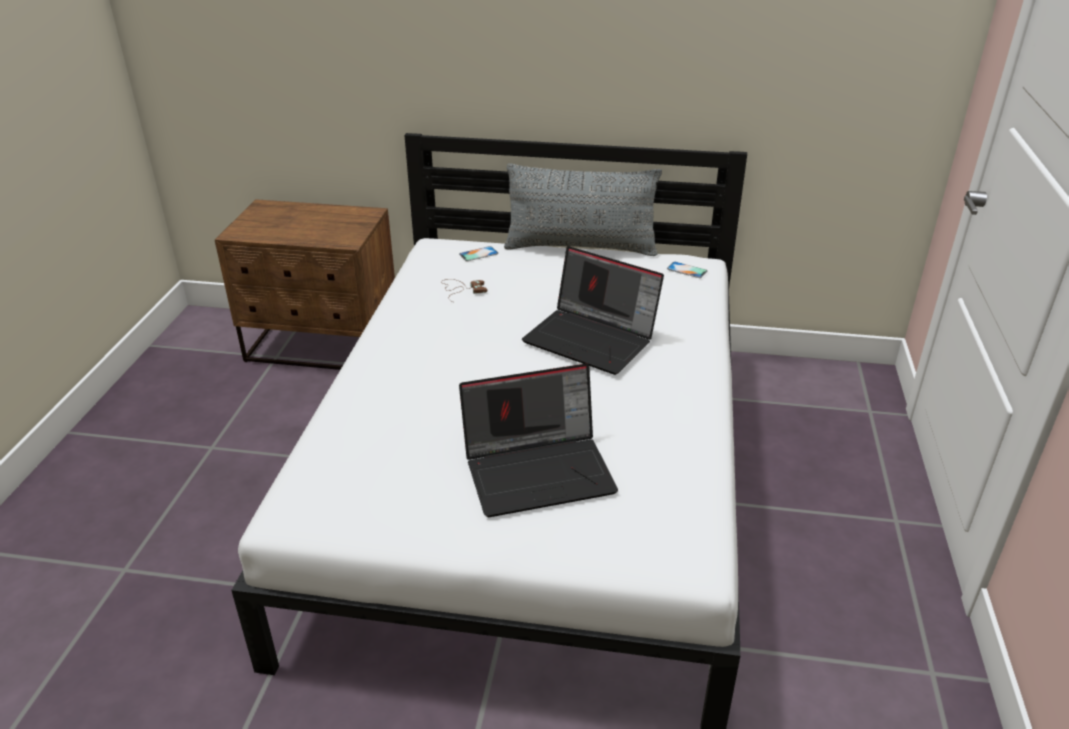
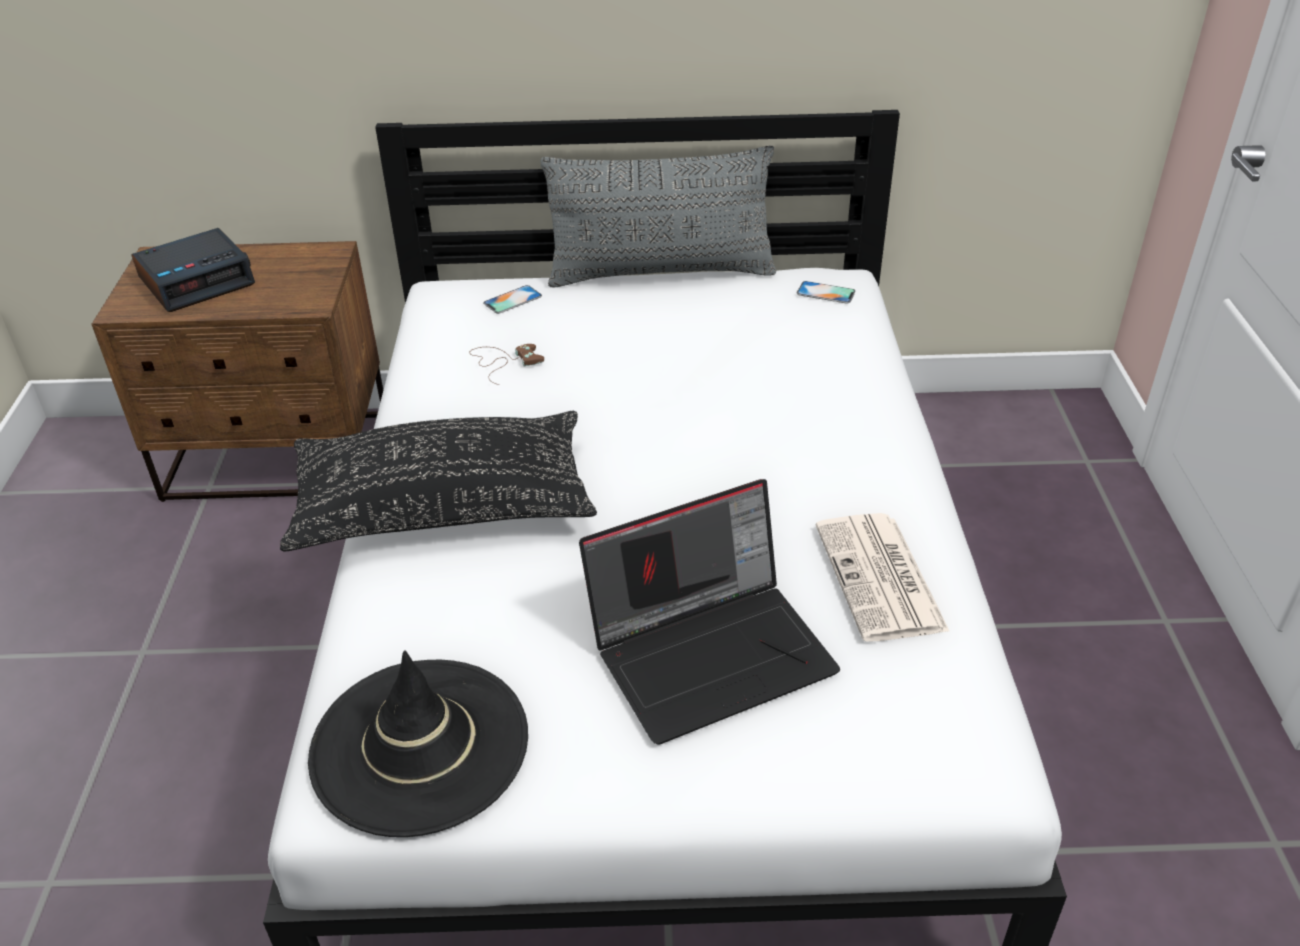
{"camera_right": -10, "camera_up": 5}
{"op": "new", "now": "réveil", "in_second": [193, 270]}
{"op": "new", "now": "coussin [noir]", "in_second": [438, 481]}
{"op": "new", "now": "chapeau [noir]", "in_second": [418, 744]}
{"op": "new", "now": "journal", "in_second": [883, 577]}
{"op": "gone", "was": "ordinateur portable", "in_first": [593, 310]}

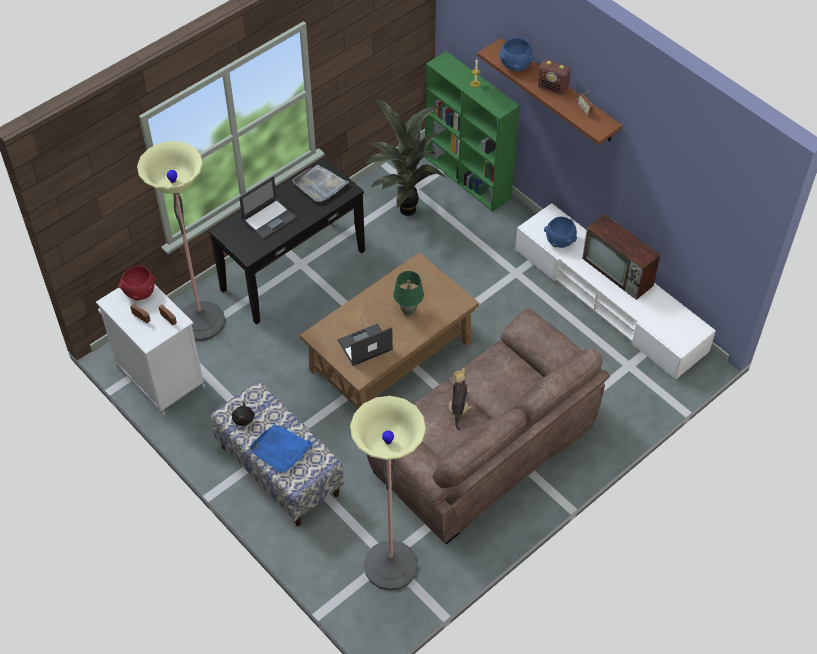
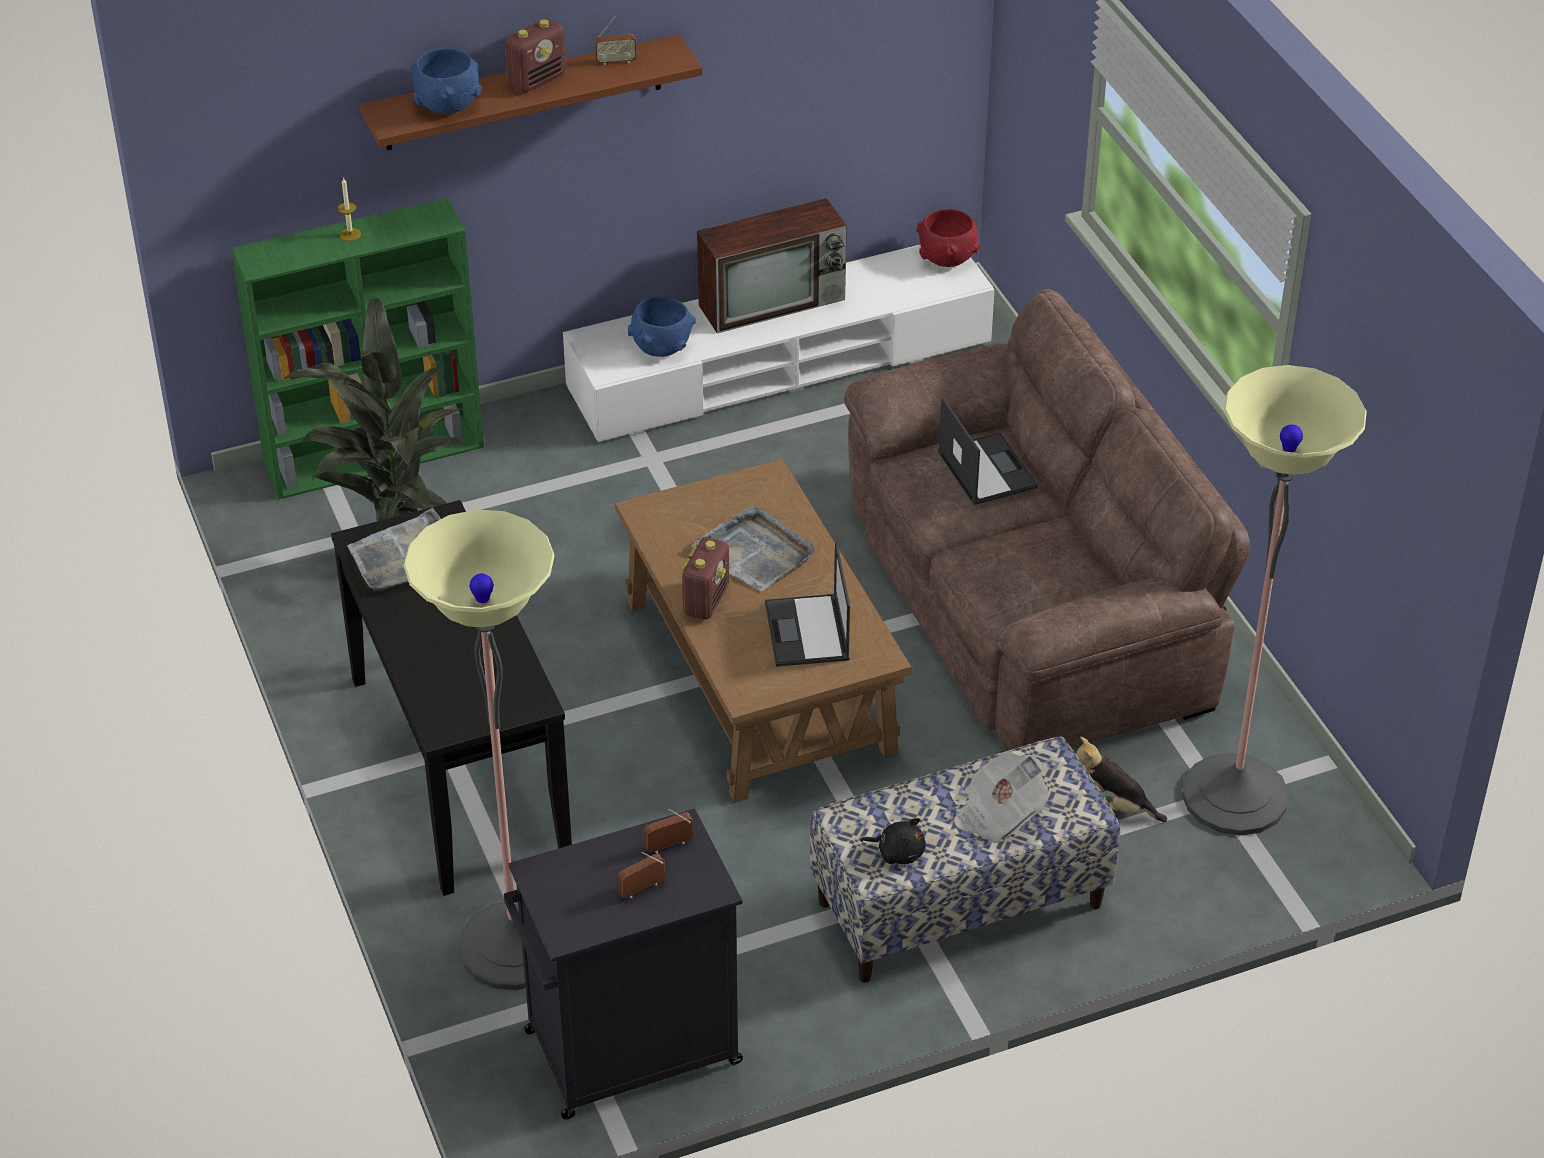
{"camera_right": -70, "camera_up": -10}
{"op": "repainted", "was": "meuble de rangement [blanc]", "now": "meuble de rangement [noir]", "in_first": [151, 350], "in_second": [623, 964]}
{"op": "new", "now": "radio", "in_second": [704, 579]}
{"op": "swapped", "was": "lampe de table [vert]", "now": "plateau [gris]", "in_first": [408, 293], "in_second": [753, 549]}
{"op": "shifted", "was": "bol [rouge]", "in_first": [136, 283], "in_second": [948, 238]}
{"op": "shifted", "was": "ordinateur portable", "in_first": [268, 208], "in_second": [988, 451]}
{"op": "swapped", "was": "plateau [bleu]", "now": "journal", "in_first": [281, 448], "in_second": [1001, 797]}
{"op": "shifted", "was": "peluche", "in_first": [460, 399], "in_second": [1121, 779]}

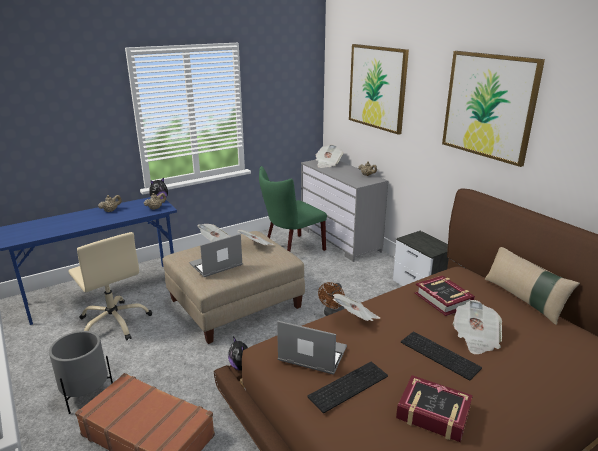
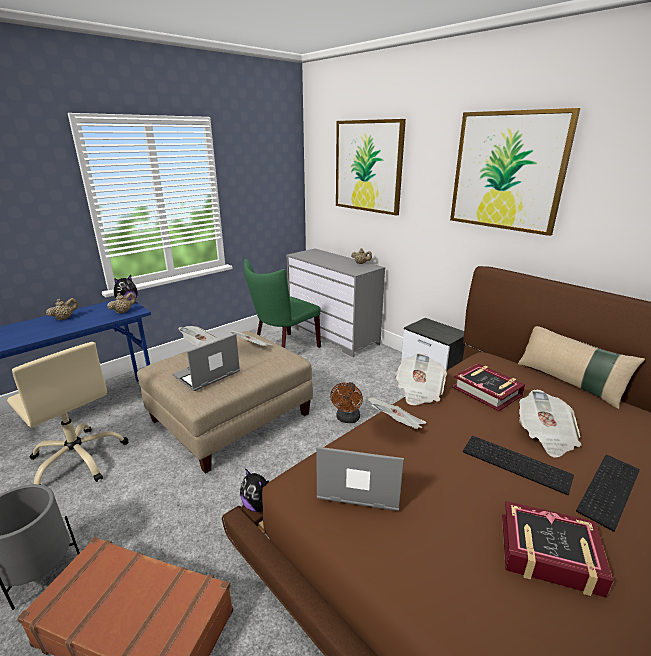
{"camera_right": -10, "camera_up": 0}
{"op": "shifted", "was": "journal", "in_first": [329, 156], "in_second": [421, 379]}
{"op": "shifted", "was": "clavier", "in_first": [347, 387], "in_second": [608, 493]}

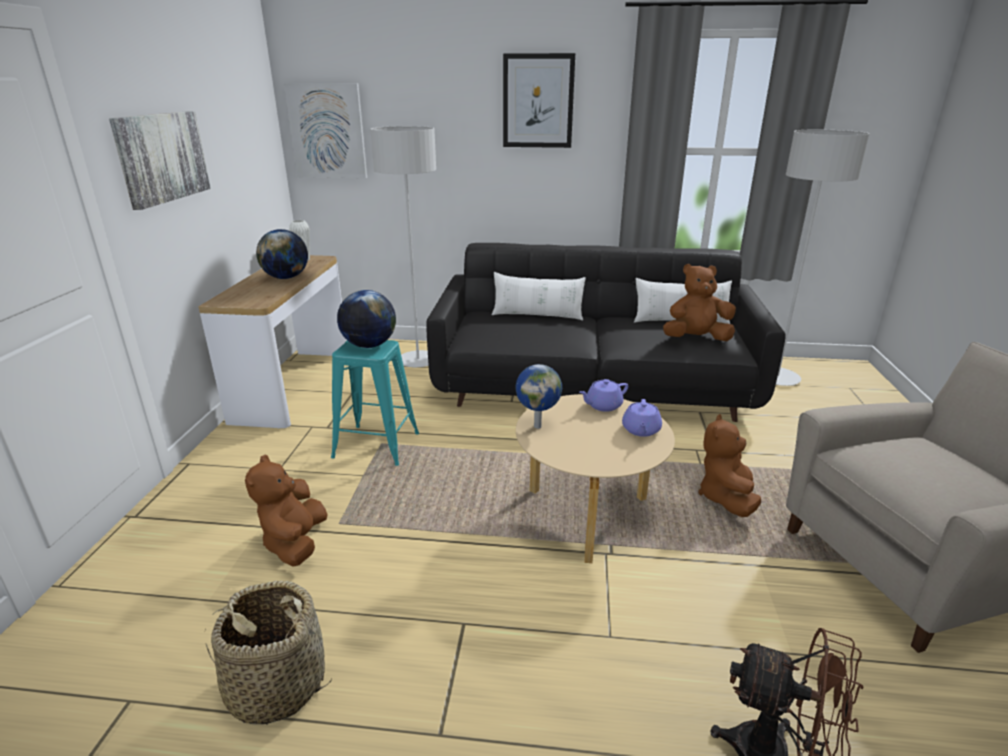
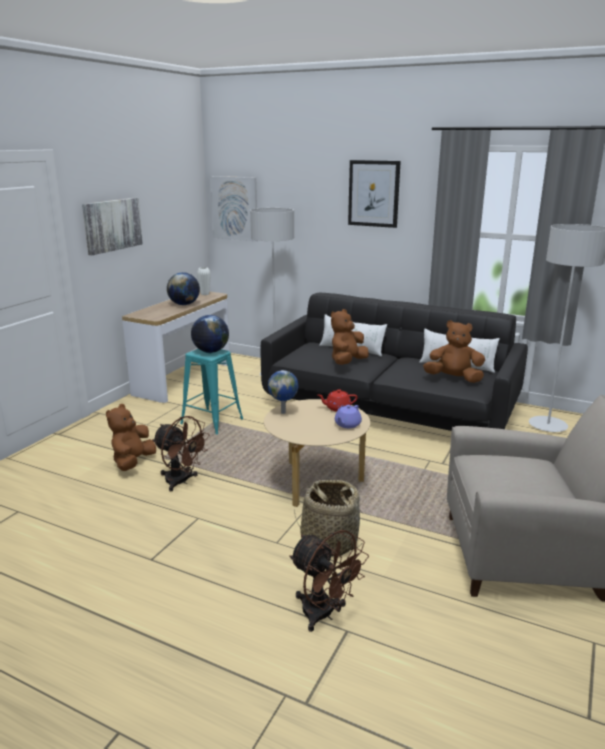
{"camera_right": 20, "camera_up": -5}
{"op": "new", "now": "ventilateur [marron]", "in_second": [181, 453]}
{"op": "shifted", "was": "panier", "in_first": [268, 653], "in_second": [328, 518]}
{"op": "repainted", "was": "théière [violet]", "now": "théière [rouge]", "in_first": [603, 395], "in_second": [338, 400]}
{"op": "shifted", "was": "peluche [marron]", "in_first": [729, 465], "in_second": [350, 337]}

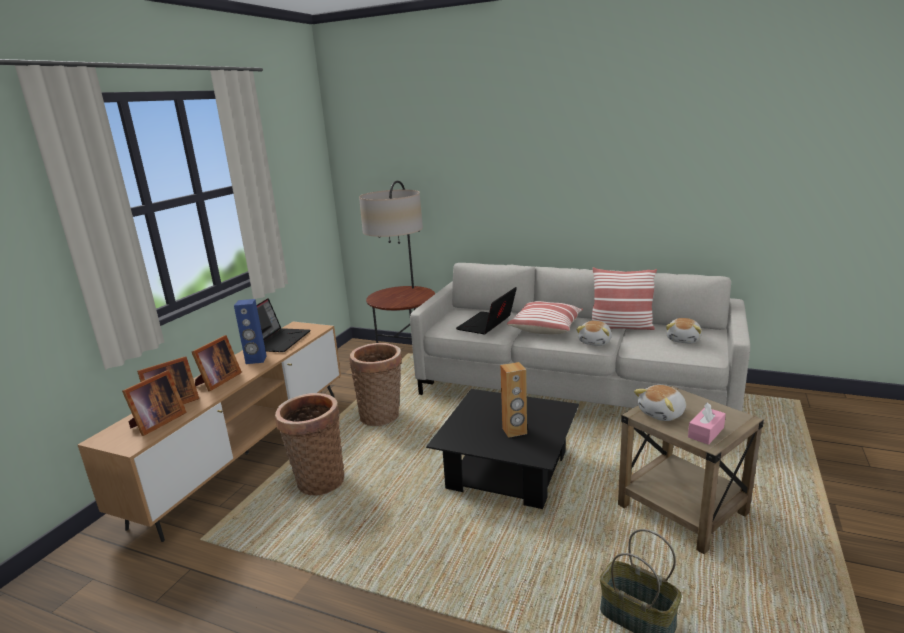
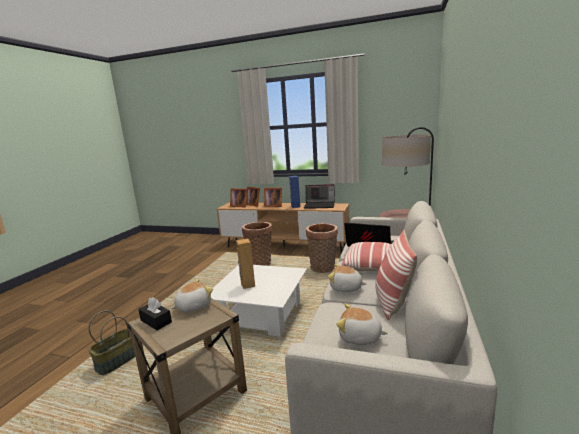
{"camera_right": 85, "camera_up": -5}
{"op": "repainted", "was": "boîte à mouchoirs [rose]", "now": "boîte à mouchoirs [noir]", "in_first": [707, 423], "in_second": [155, 313]}
{"op": "rotated", "was": "peluche", "in_first": [660, 403], "in_second": [192, 295], "clockwise": 90}
{"op": "repainted", "was": "table basse [noir]", "now": "table basse [blanc]", "in_first": [502, 449], "in_second": [259, 301]}

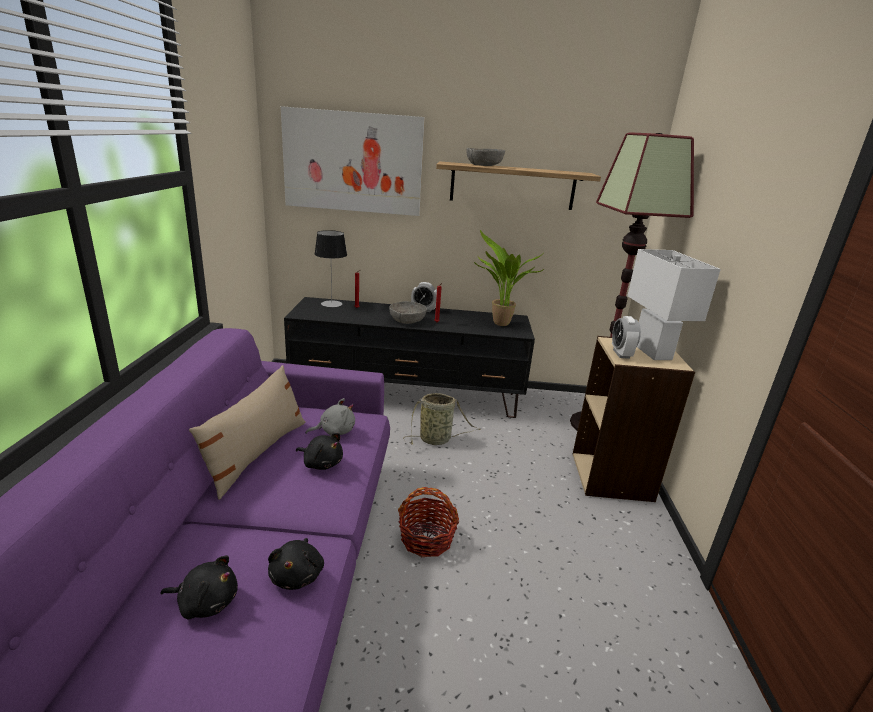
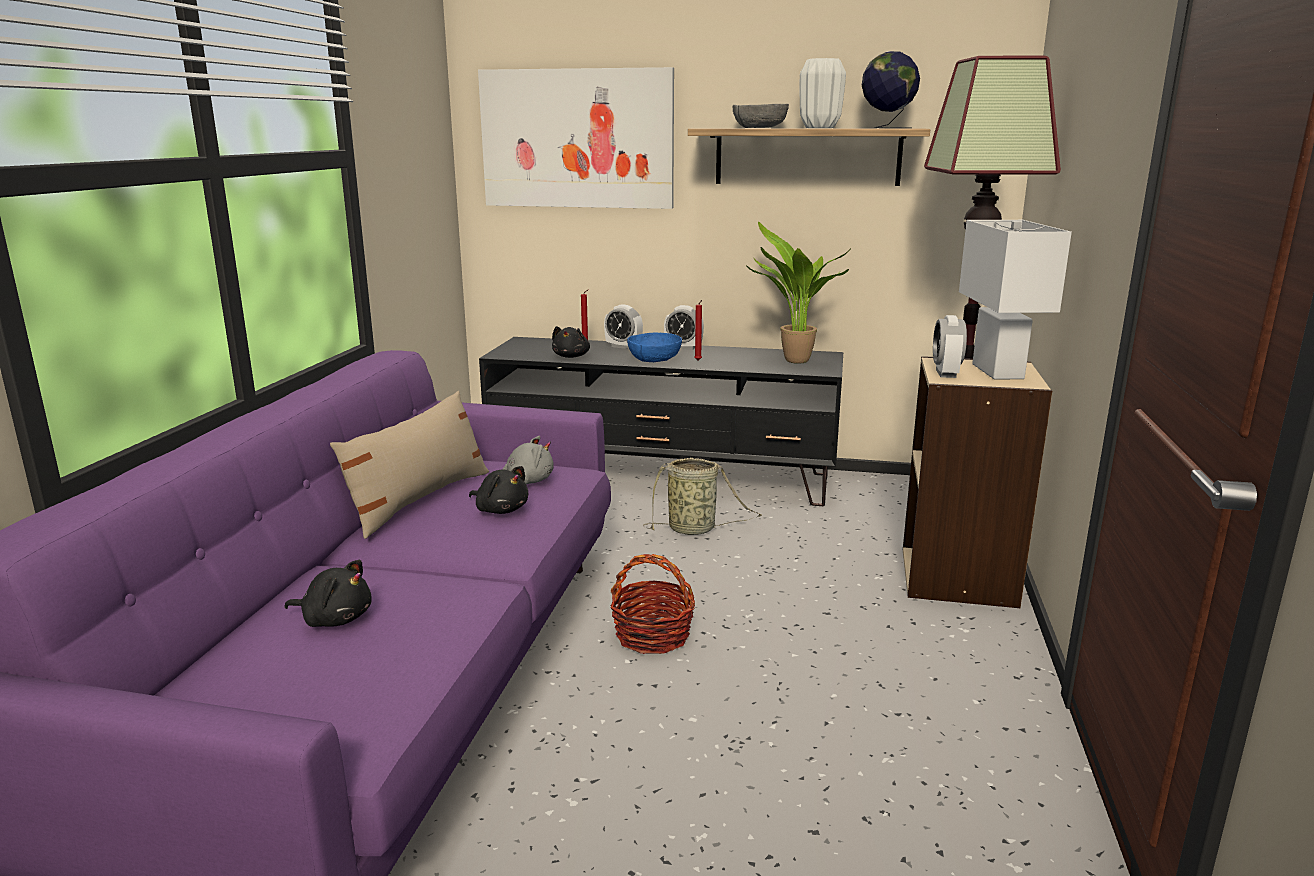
{"camera_right": 10, "camera_up": -5}
{"op": "shifted", "was": "peluche [noir]", "in_first": [296, 564], "in_second": [571, 342]}
{"op": "new", "now": "réveil", "in_second": [623, 326]}
{"op": "repainted", "was": "bol [gris]", "now": "bol [bleu]", "in_first": [408, 312], "in_second": [654, 347]}
{"op": "new", "now": "vase [blanc]", "in_second": [822, 93]}
{"op": "new", "now": "globe", "in_second": [891, 89]}
{"op": "gone", "was": "lampe de table", "in_first": [330, 269]}

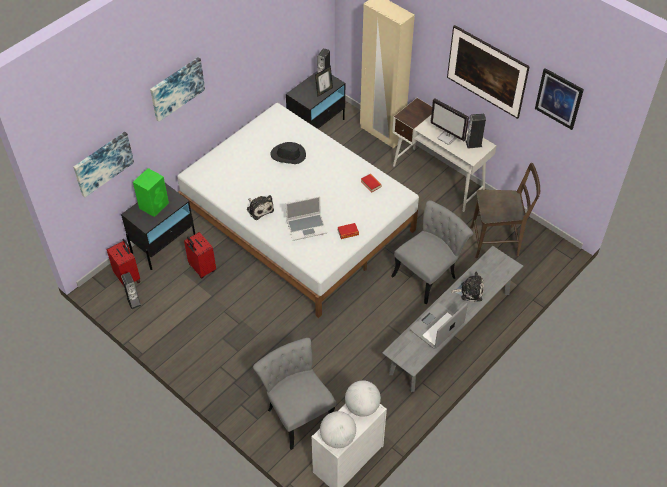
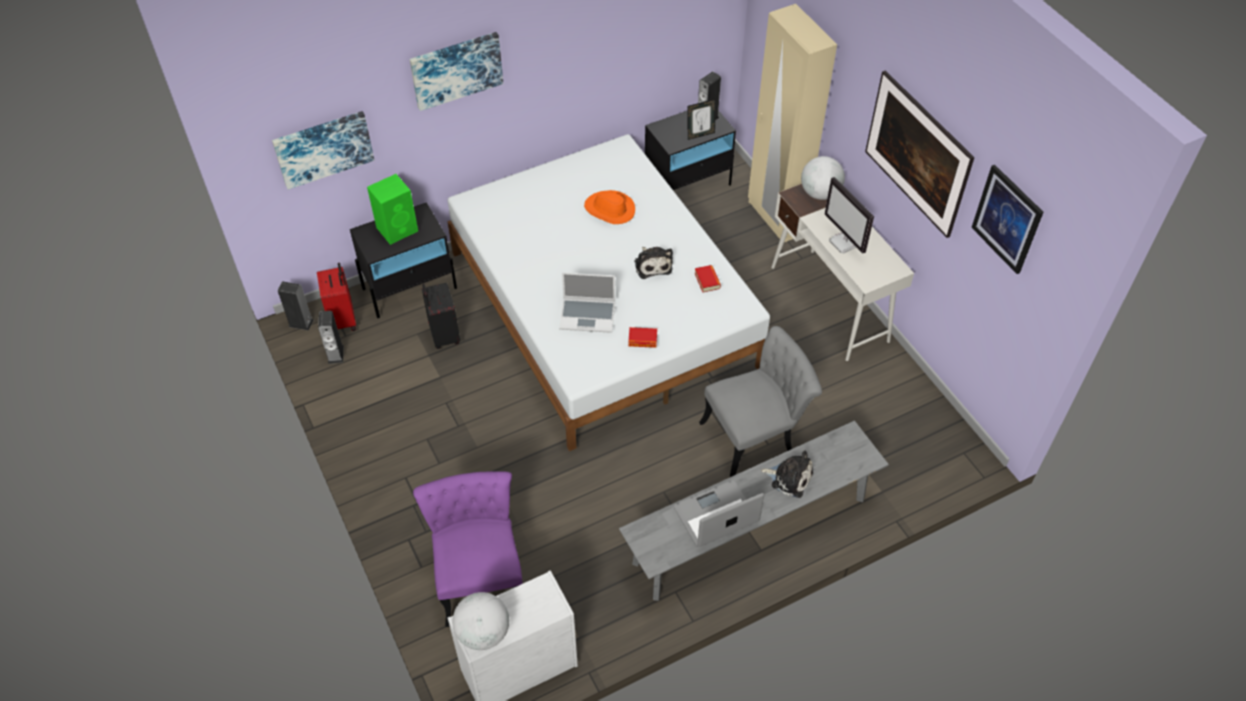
{"camera_right": 20, "camera_up": 0}
{"op": "shifted", "was": "enceinte", "in_first": [476, 131], "in_second": [296, 306]}
{"op": "repainted", "was": "chaise [gris]", "now": "chaise [violet]", "in_first": [294, 394], "in_second": [468, 549]}
{"op": "repainted", "was": "valise [rouge]", "now": "valise [noir]", "in_first": [200, 255], "in_second": [441, 316]}
{"op": "repainted", "was": "chapeau [noir]", "now": "chapeau [orange]", "in_first": [288, 153], "in_second": [609, 207]}
{"op": "shifted", "was": "peluche", "in_first": [260, 207], "in_second": [654, 263]}
{"op": "shifted", "was": "globe", "in_first": [363, 398], "in_second": [823, 178]}
{"op": "gone", "was": "chaise [marron]", "in_first": [505, 210]}

